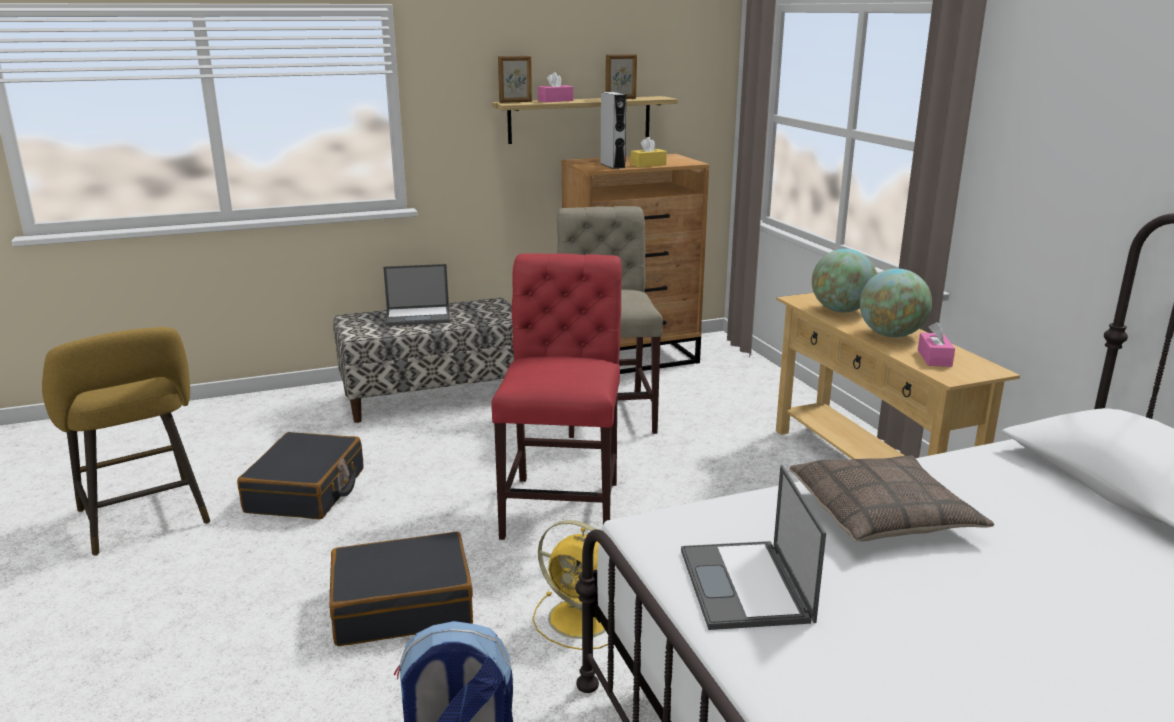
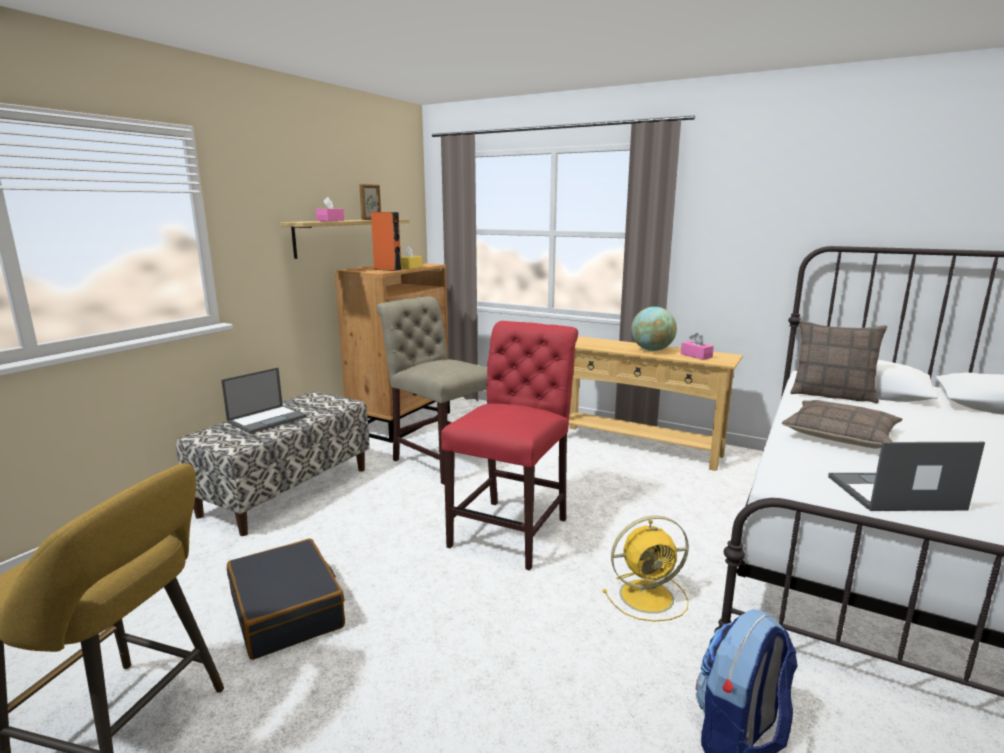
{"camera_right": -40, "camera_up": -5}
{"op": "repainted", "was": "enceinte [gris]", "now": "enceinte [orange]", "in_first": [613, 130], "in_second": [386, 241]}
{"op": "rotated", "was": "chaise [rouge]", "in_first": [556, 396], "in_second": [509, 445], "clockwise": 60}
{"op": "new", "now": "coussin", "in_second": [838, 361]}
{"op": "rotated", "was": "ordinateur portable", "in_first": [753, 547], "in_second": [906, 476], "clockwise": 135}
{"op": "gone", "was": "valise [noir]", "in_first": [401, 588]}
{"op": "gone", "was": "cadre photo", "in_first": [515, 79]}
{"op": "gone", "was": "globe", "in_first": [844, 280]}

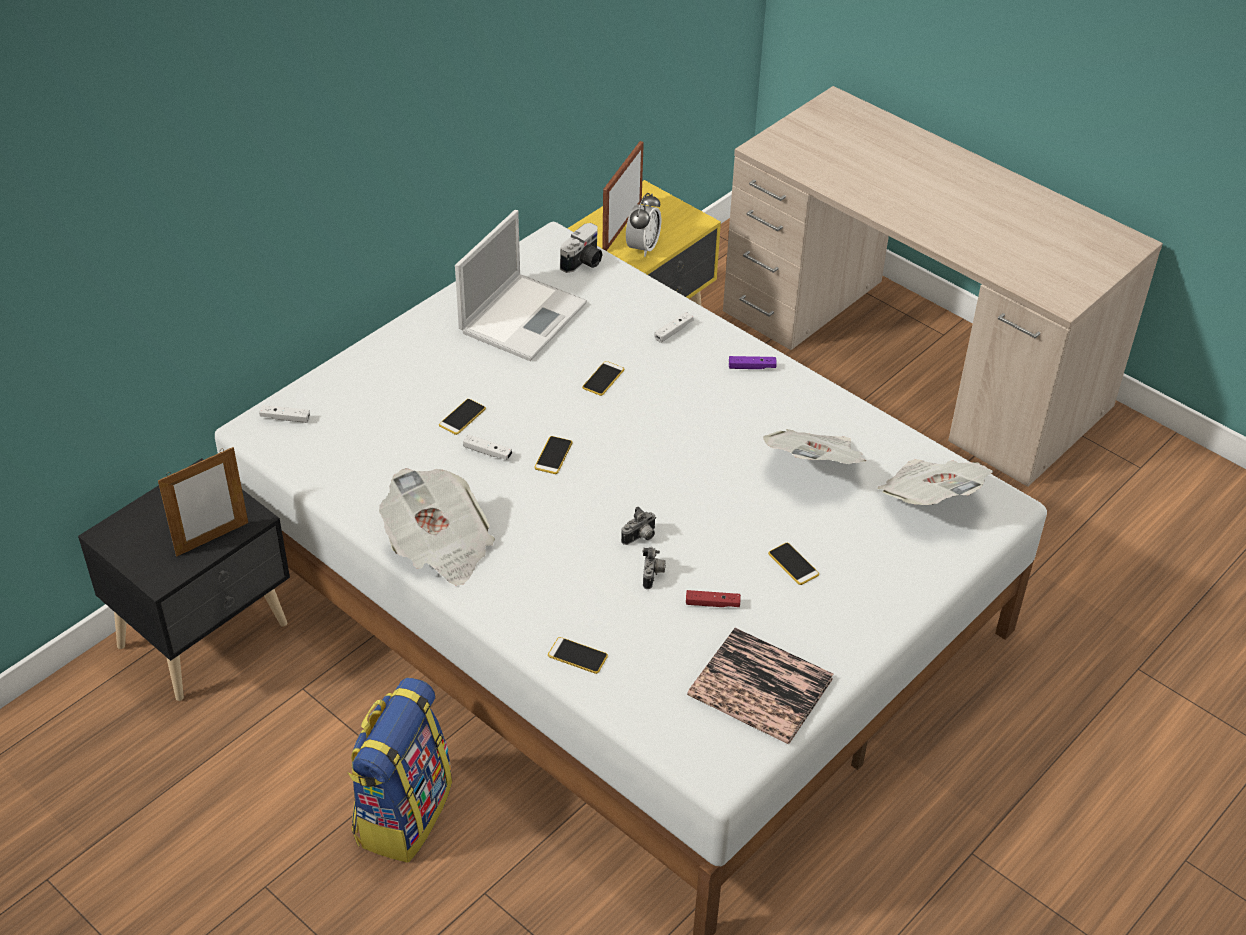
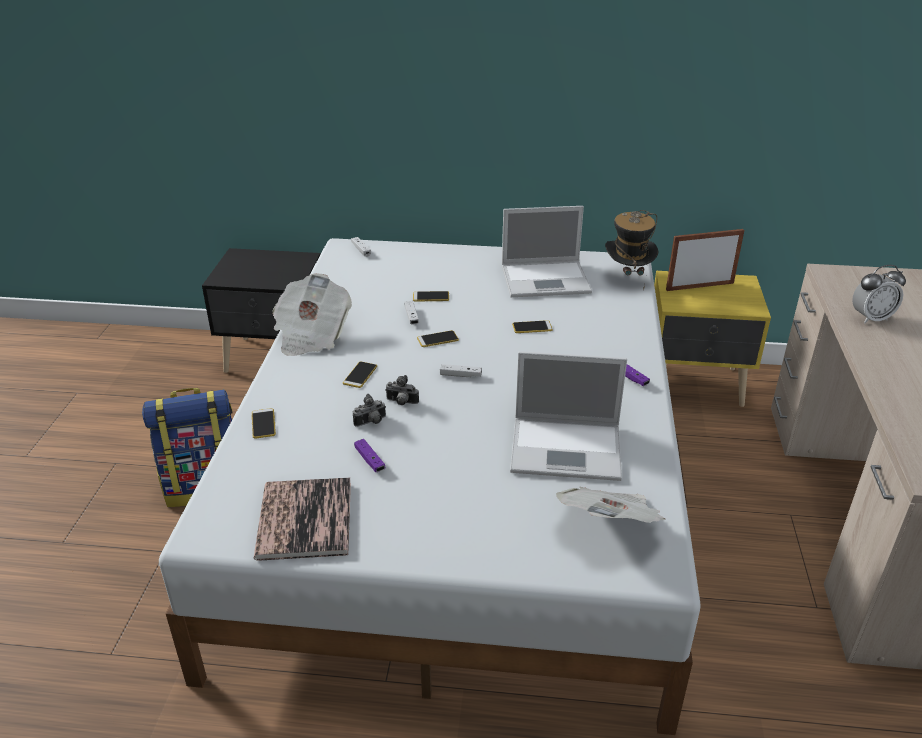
{"camera_right": 55, "camera_up": -10}
{"op": "shifted", "was": "téléphone", "in_first": [793, 564], "in_second": [360, 374]}
{"op": "repainted", "was": "manette [rouge]", "now": "manette [violet]", "in_first": [713, 598], "in_second": [369, 455]}
{"op": "shifted", "was": "manette [blanc]", "in_first": [673, 327], "in_second": [461, 370]}
{"op": "swapped", "was": "journal", "now": "ordinateur portable", "in_first": [814, 446], "in_second": [568, 416]}
{"op": "swapped", "was": "appareil photo", "now": "chapeau", "in_first": [581, 248], "in_second": [631, 250]}
{"op": "shifted", "was": "réveil", "in_first": [643, 225], "in_second": [879, 294]}
{"op": "gone", "was": "cadre photo", "in_first": [203, 502]}

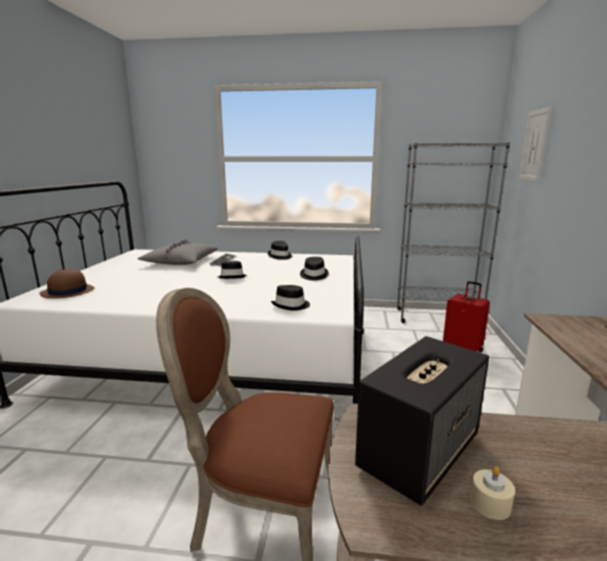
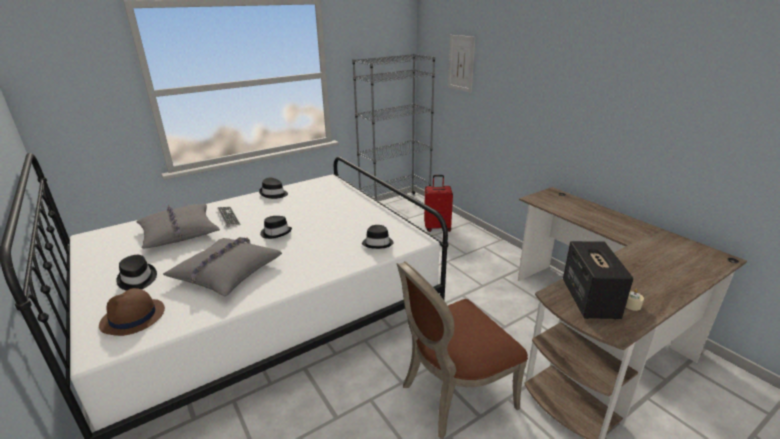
{"camera_right": -40, "camera_up": 10}
{"op": "shifted", "was": "chapeau [noir]", "in_first": [314, 269], "in_second": [136, 273]}
{"op": "new", "now": "coussin [gris]", "in_second": [222, 266]}

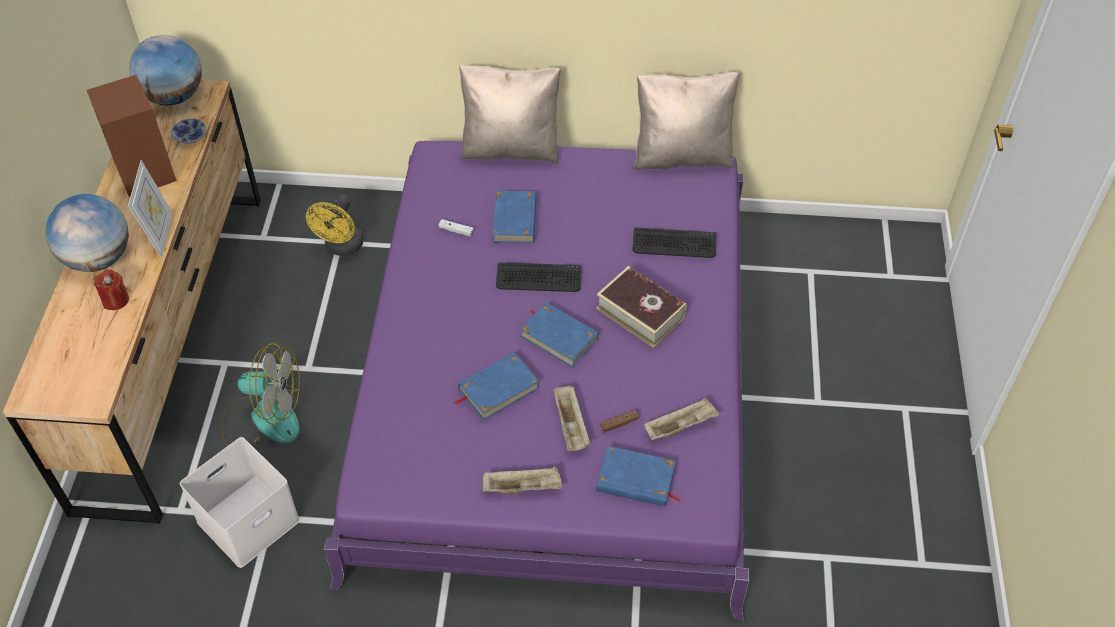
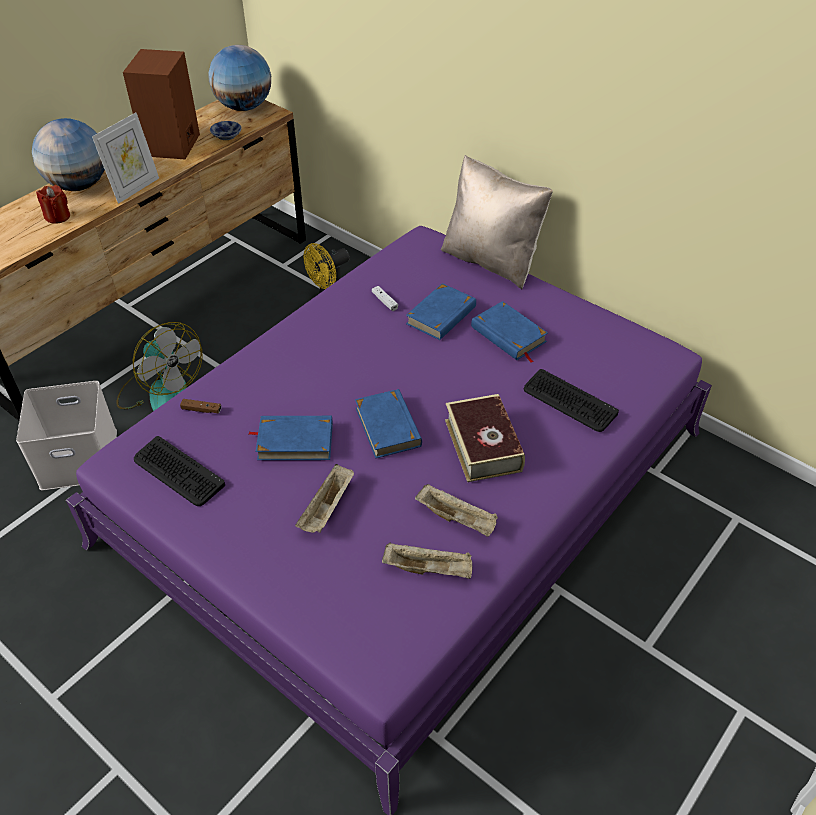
{"camera_right": 35, "camera_up": -5}
{"op": "shifted", "was": "clavier", "in_first": [539, 277], "in_second": [179, 471]}
{"op": "shifted", "was": "manette [marron]", "in_first": [619, 421], "in_second": [200, 406]}
{"op": "shifted", "was": "plateau [beige]", "in_first": [522, 480], "in_second": [456, 510]}
{"op": "shifted", "was": "livre [bleu]", "in_first": [638, 476], "in_second": [509, 332]}
{"op": "gone", "was": "coussin [beige]", "in_first": [686, 121]}

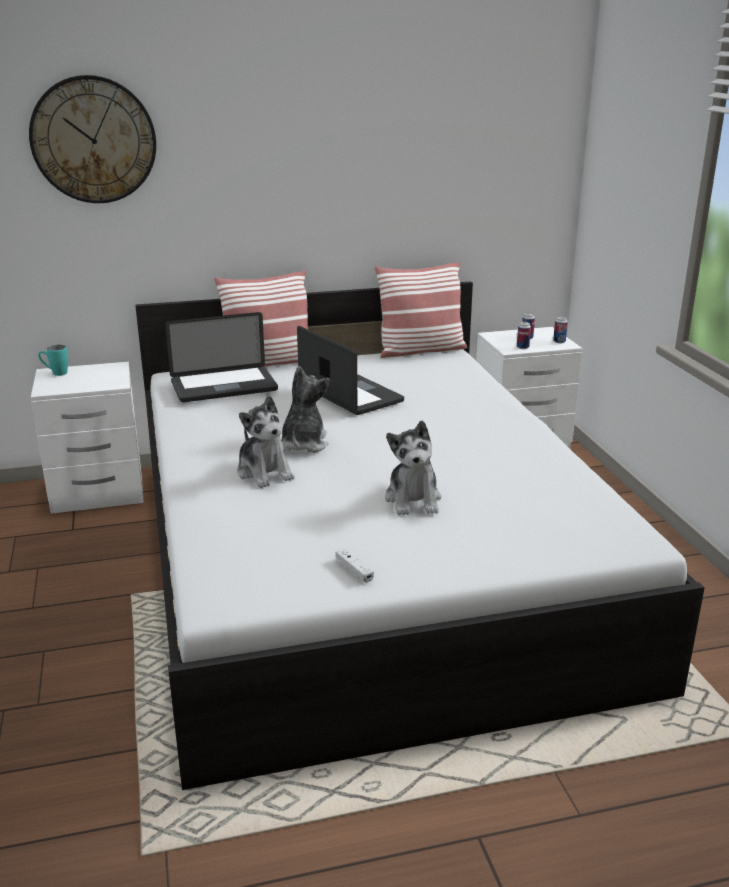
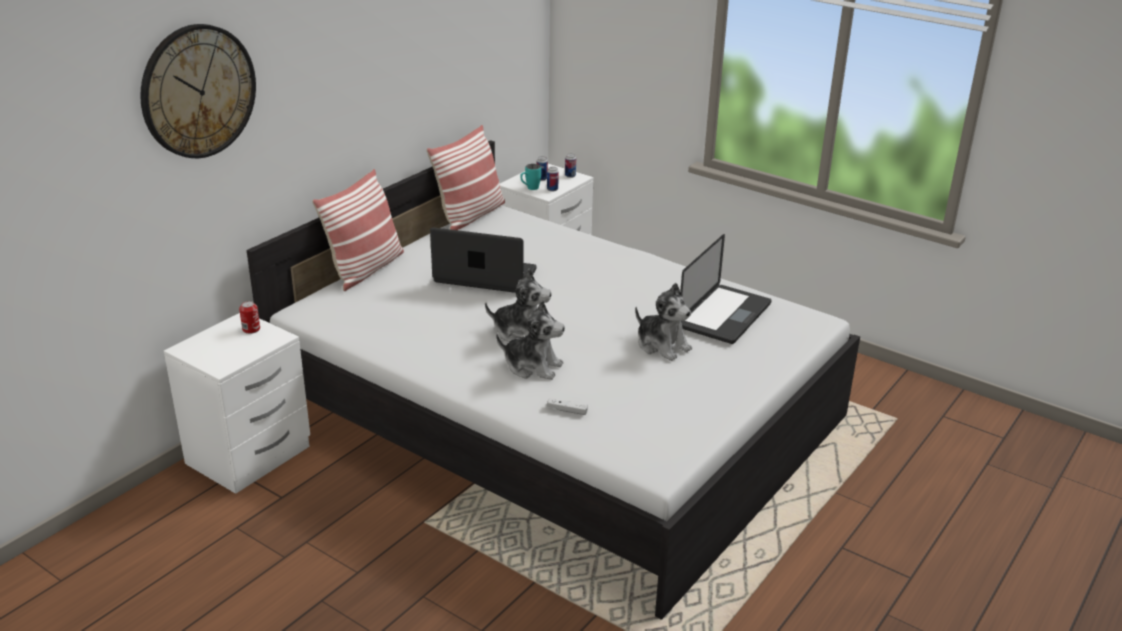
{"camera_right": -40, "camera_up": 5}
{"op": "new", "now": "boîte métallique", "in_second": [249, 317]}
{"op": "rotated", "was": "peluche", "in_first": [305, 409], "in_second": [518, 305], "clockwise": 135}
{"op": "shifted", "was": "mug [turquoise]", "in_first": [53, 360], "in_second": [530, 177]}
{"op": "shifted", "was": "manette [blanc]", "in_first": [354, 566], "in_second": [567, 406]}
{"op": "shifted", "was": "ordinateur portable", "in_first": [221, 357], "in_second": [725, 289]}

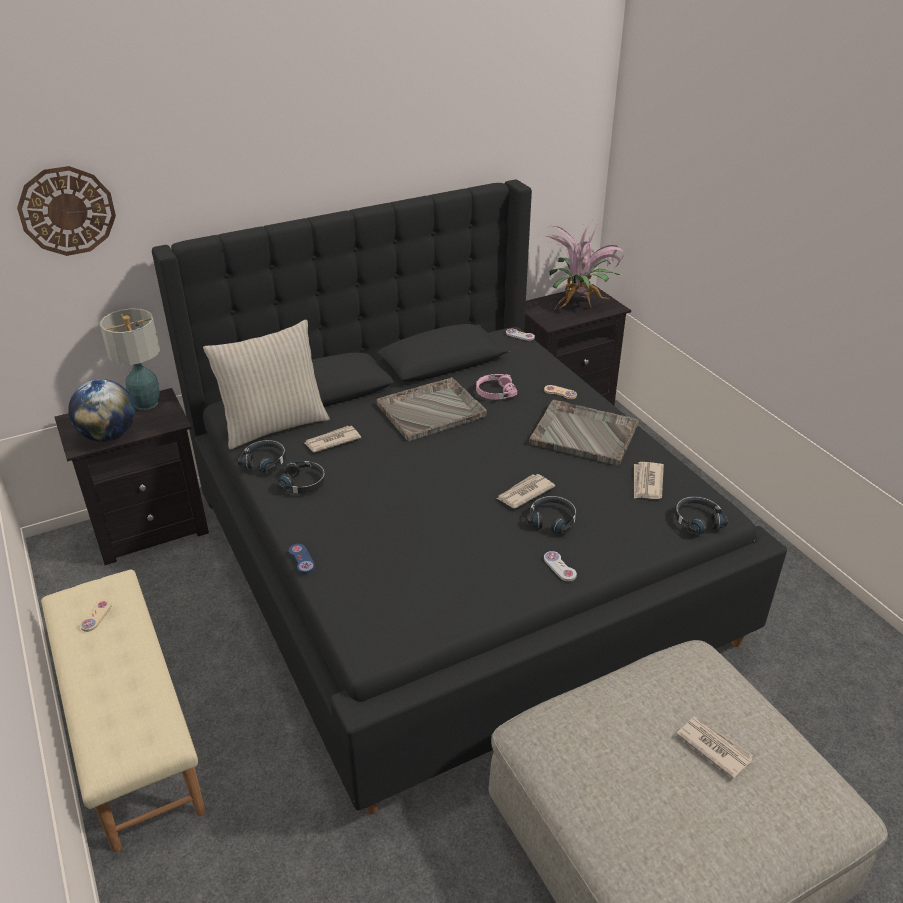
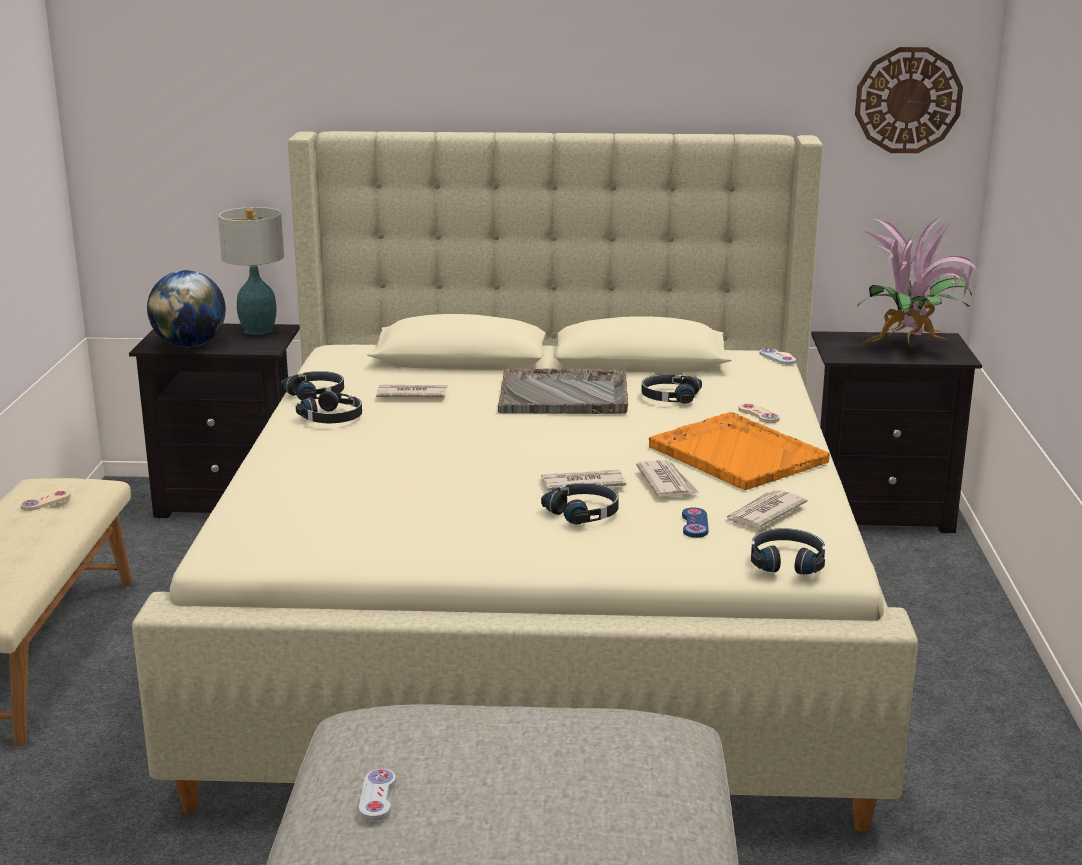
{"camera_right": 30, "camera_up": -15}
{"op": "repainted", "was": "lit [noir]", "now": "lit [beige]", "in_first": [469, 497], "in_second": [525, 481]}
{"op": "shifted", "was": "manette [blanc]", "in_first": [560, 566], "in_second": [377, 795]}
{"op": "shifted", "was": "journal", "in_first": [714, 748], "in_second": [668, 478]}
{"op": "repainted", "was": "casque audio [rose]", "now": "casque audio [noir]", "in_first": [496, 387], "in_second": [671, 389]}
{"op": "repainted", "was": "plateau [gris]", "now": "plateau [orange]", "in_first": [584, 432], "in_second": [739, 451]}
{"op": "shifted", "was": "manette [bleu]", "in_first": [302, 559], "in_second": [695, 522]}
{"op": "shifted", "was": "horloge murale", "in_first": [66, 211], "in_second": [909, 100]}
{"op": "gone", "was": "coussin [beige]", "in_first": [266, 385]}

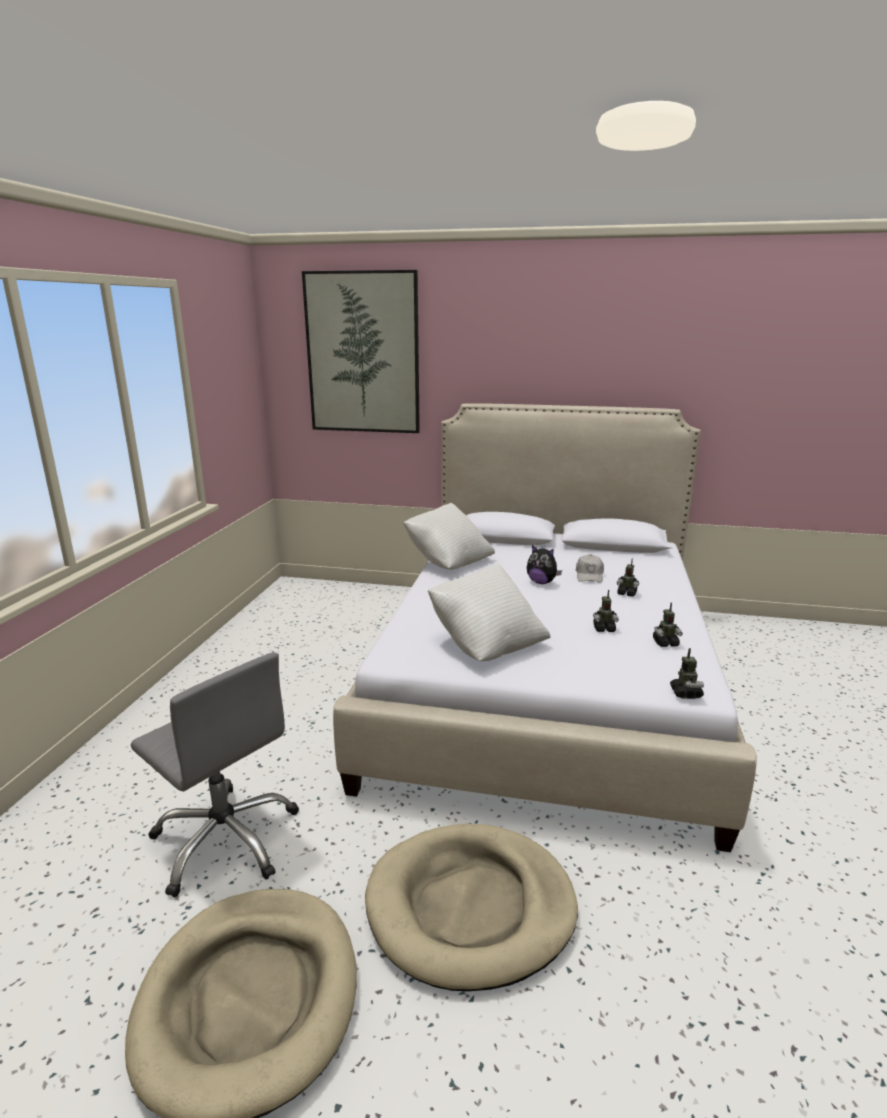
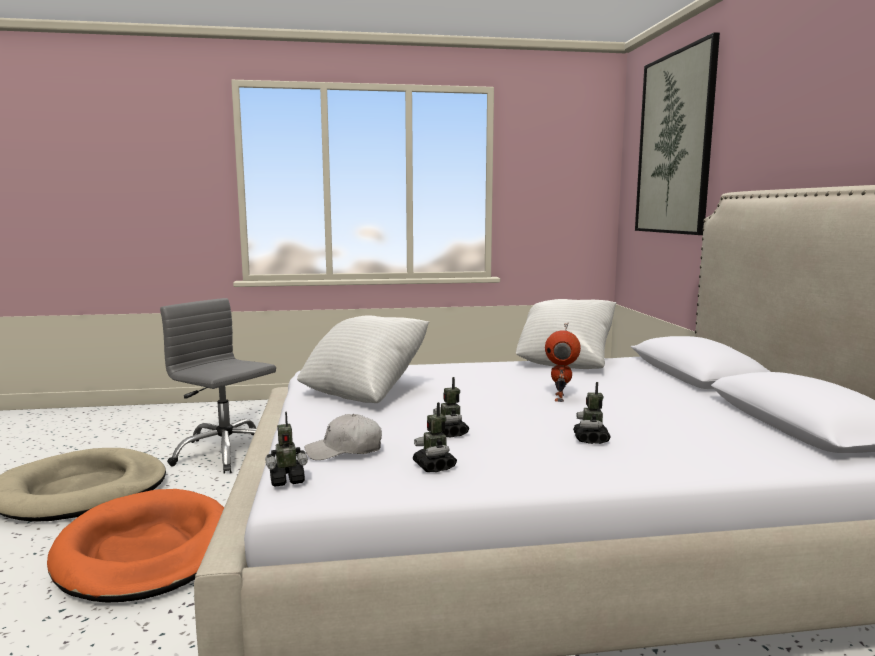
{"camera_right": 70, "camera_up": -10}
{"op": "repainted", "was": "panier pour chien [beige]", "now": "panier pour chien [orange]", "in_first": [471, 907], "in_second": [135, 546]}
{"op": "rotated", "was": "chaise de bureau [gris]", "in_first": [215, 775], "in_second": [218, 386], "clockwise": 105}
{"op": "shifted", "was": "casquette [blanc]", "in_first": [590, 568], "in_second": [343, 437]}
{"op": "swapped", "was": "peluche", "now": "robot jouet", "in_first": [544, 564], "in_second": [563, 363]}

